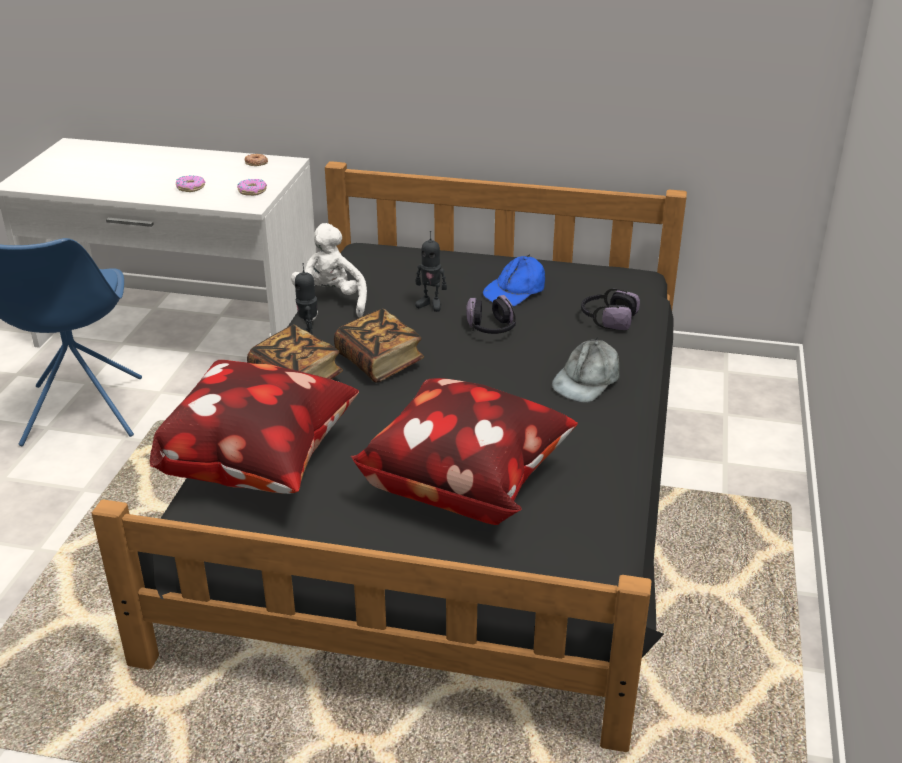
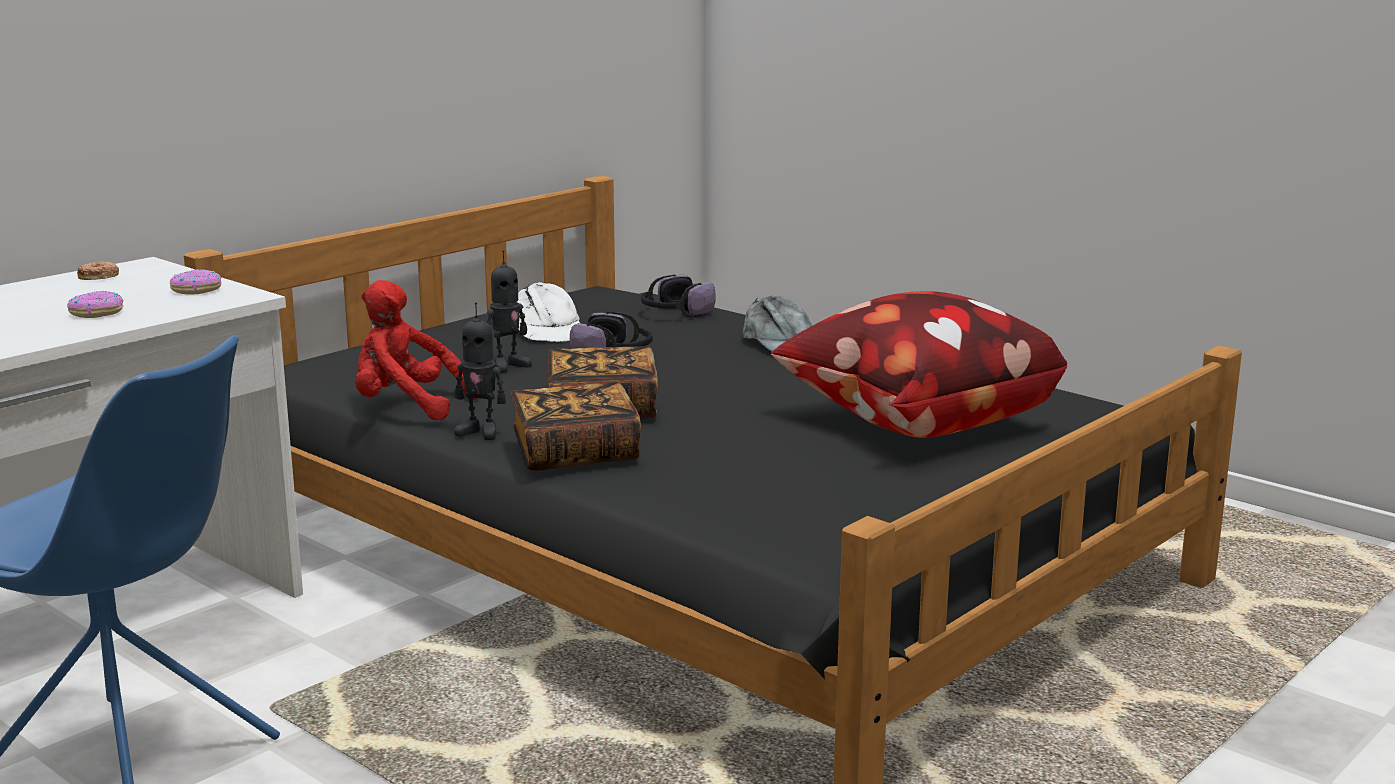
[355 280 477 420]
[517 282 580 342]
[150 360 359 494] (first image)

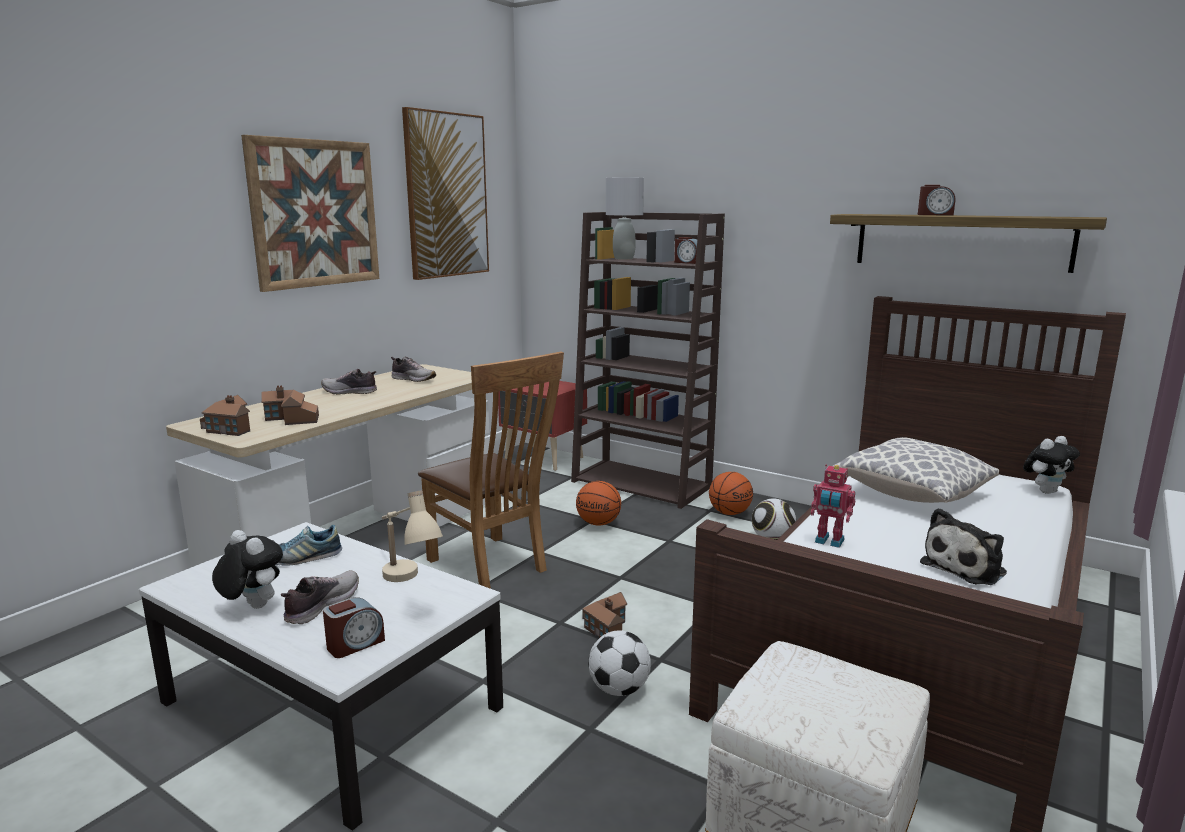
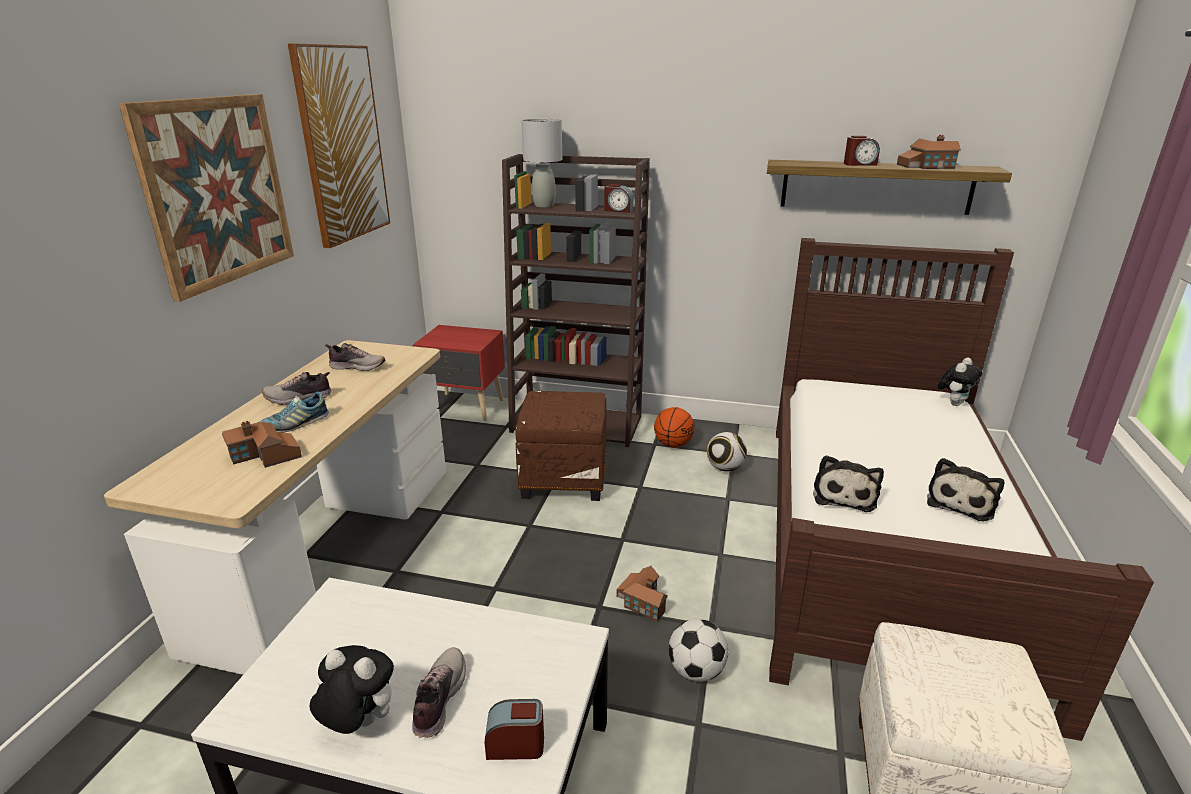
[418 352 564 589] (first image)
[897 135 961 169]
[833 437 999 503] (first image)
[813 455 884 512]
[516 391 607 501]
[381 490 443 582] (first image)
[259 392 329 433]
[484 699 544 760]

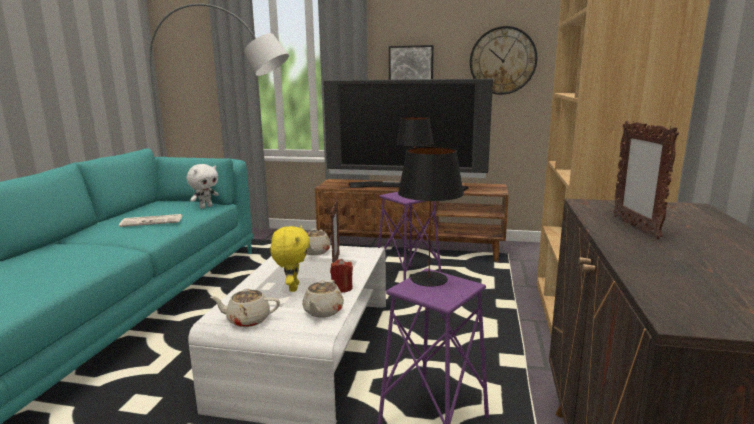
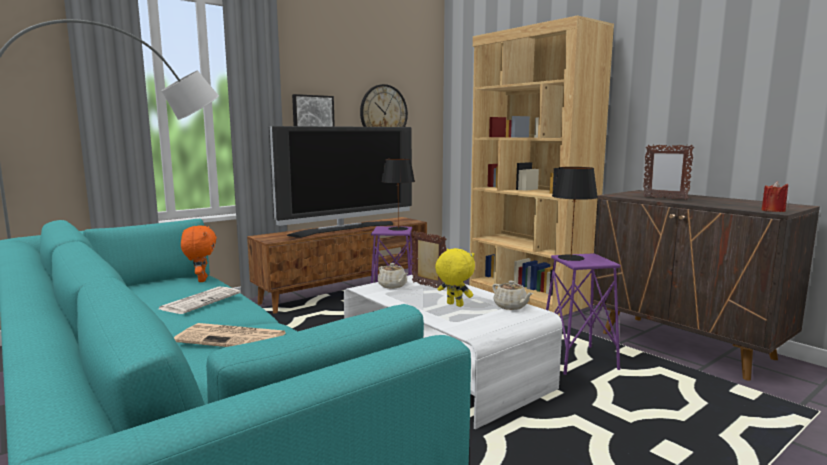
[181 226 217 282]
[762 181 788 212]
[210 289 280 327] (first image)
[174 323 286 347]

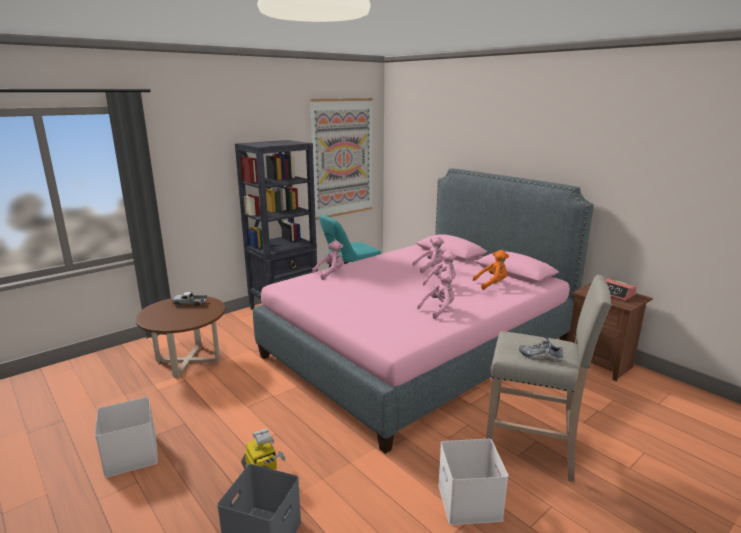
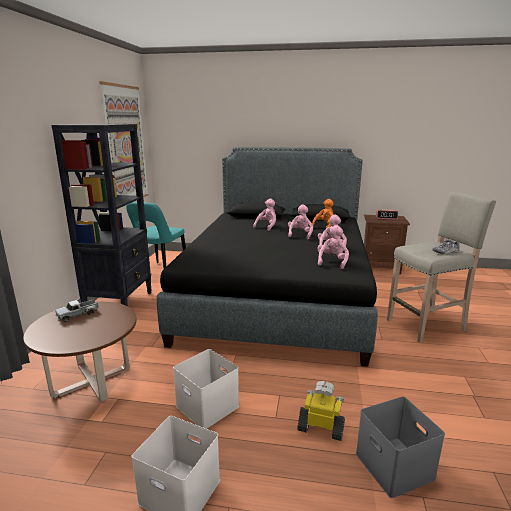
[157 147 378 367]
[317 225 349 269]
[173 349 239 429]

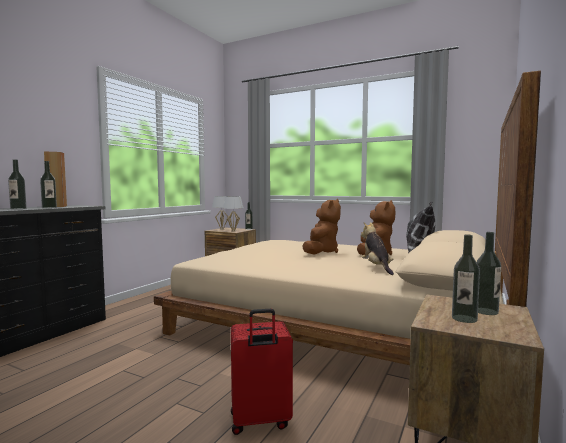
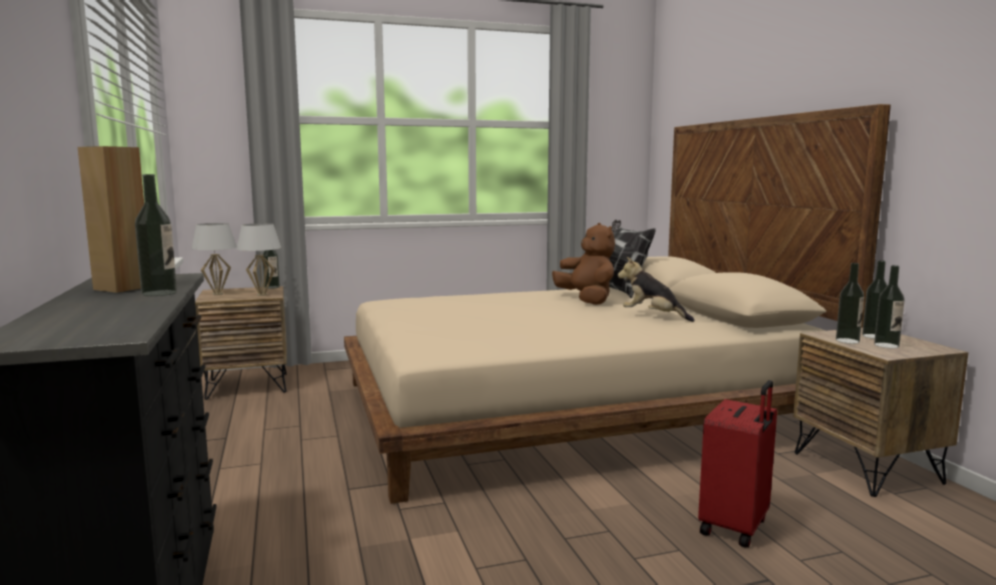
[836 263 864 344]
[302 199 341 254] (first image)

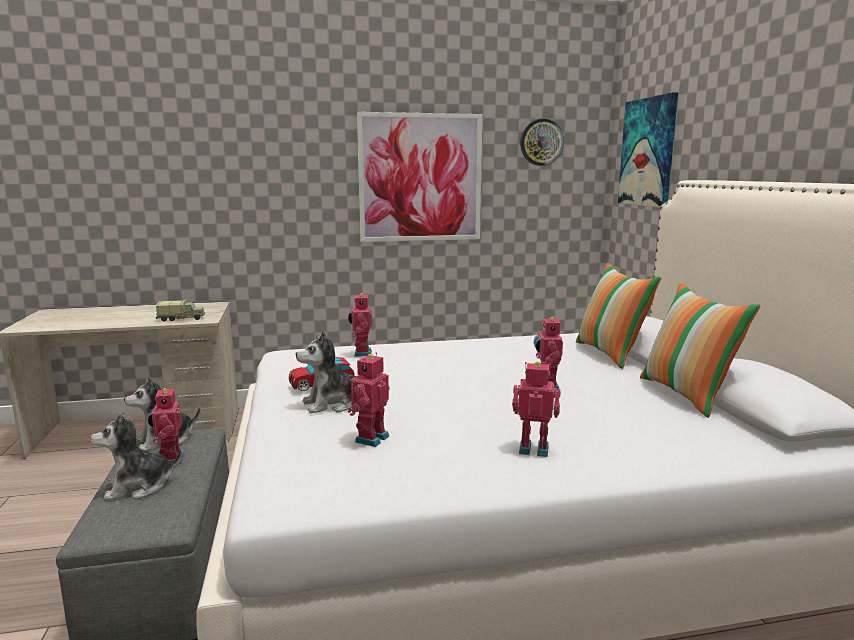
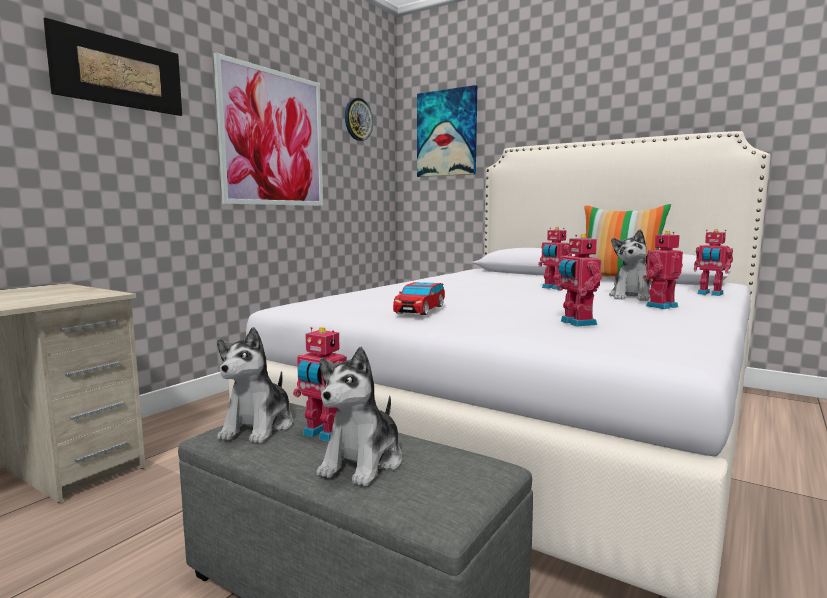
[576 263 661 369] (first image)
[694 229 733 296]
[156 300 205 322] (first image)
[609 229 651 301]
[43 18 182 116]

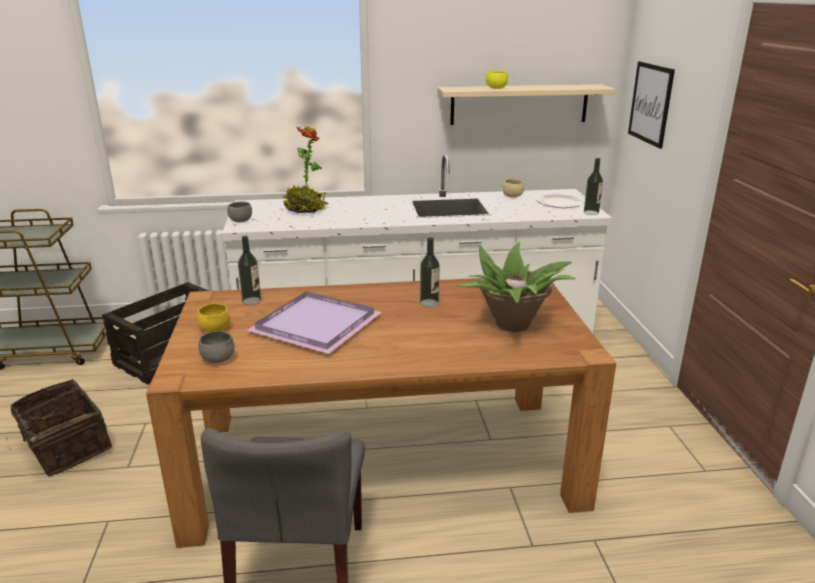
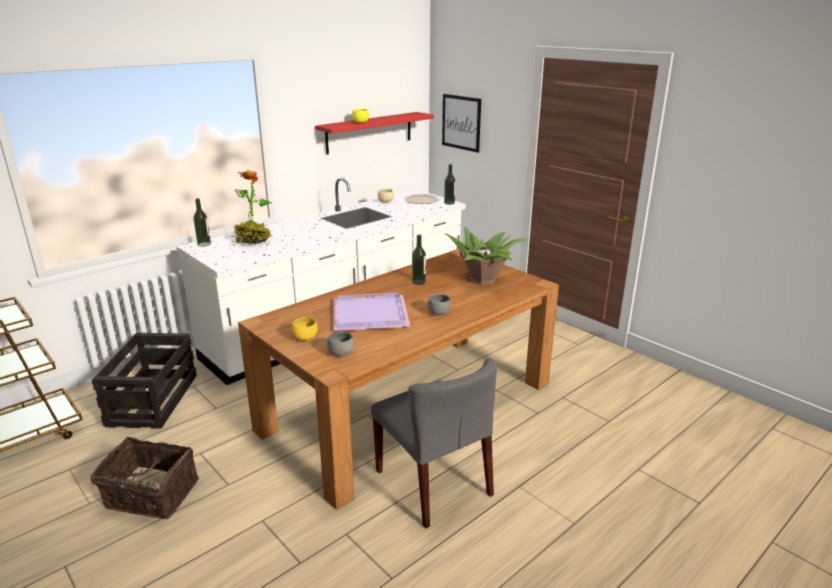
[315 112 434 154]
[427 294 451 316]
[193 198 211 247]

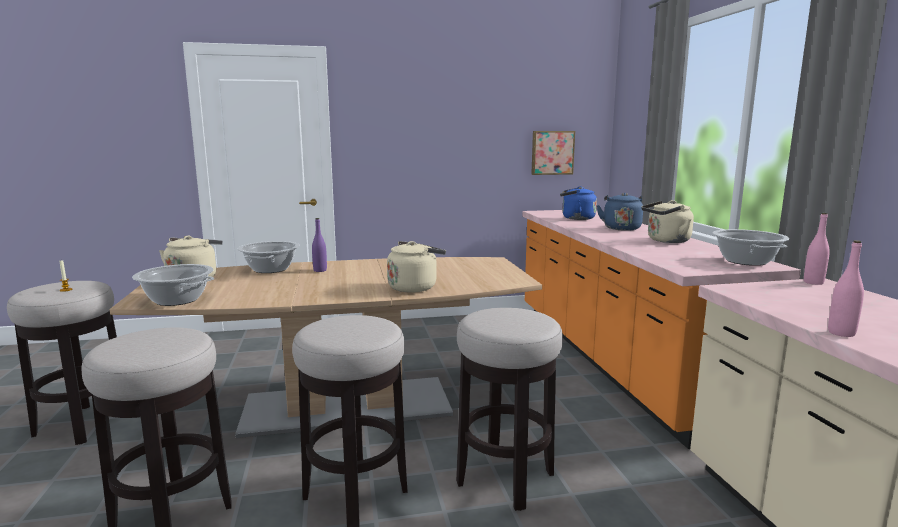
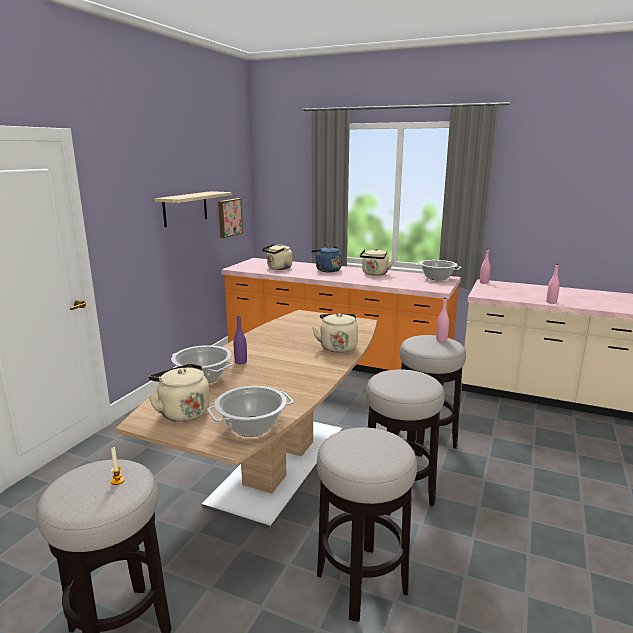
[262 244 292 270]
[155 191 232 227]
[436 298 449 342]

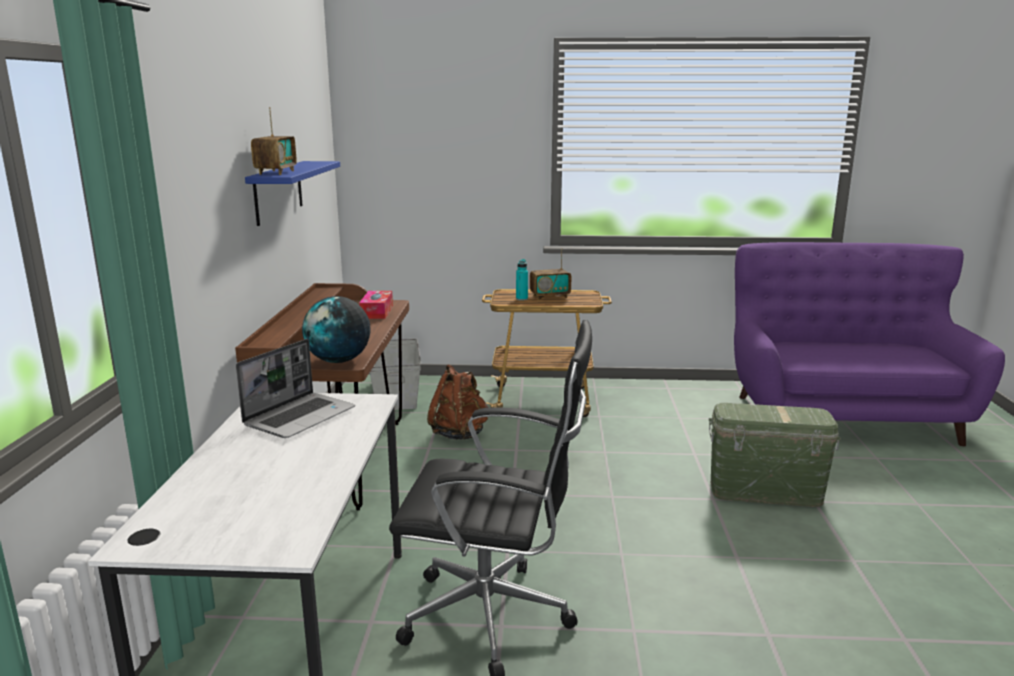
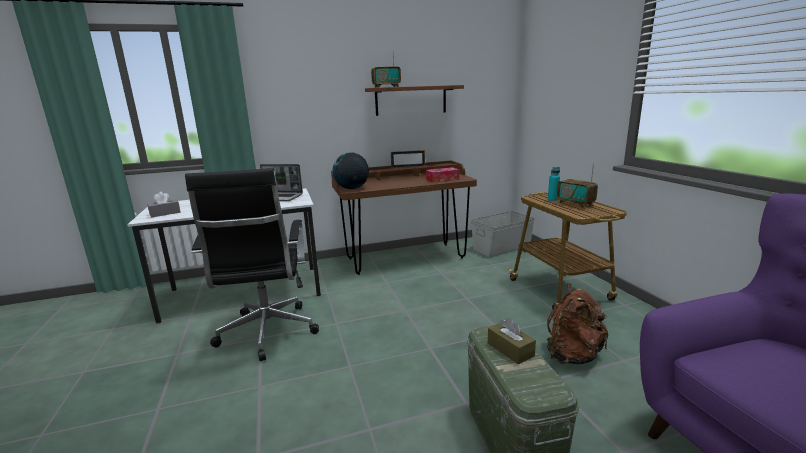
[365 85 464 116]
[547 283 608 364]
[391 150 425 168]
[147 192 180 217]
[488 318 536 365]

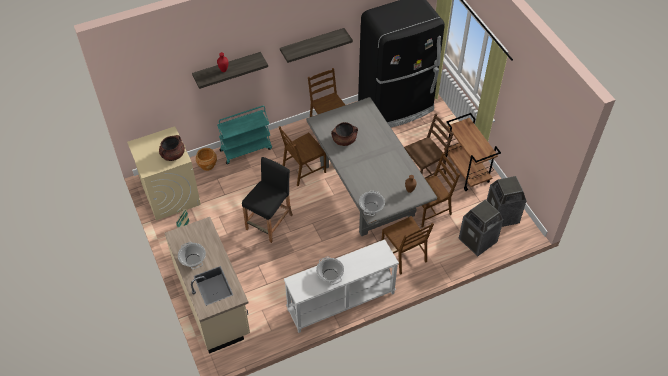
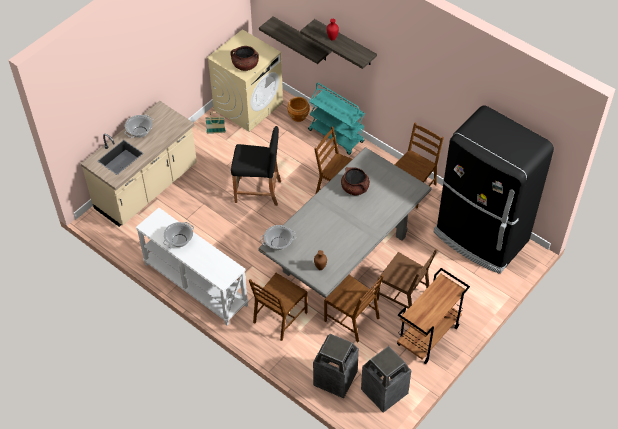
[259 16 332 64]

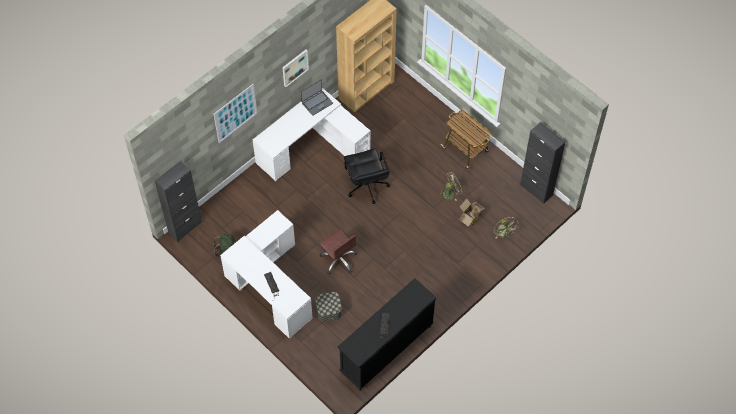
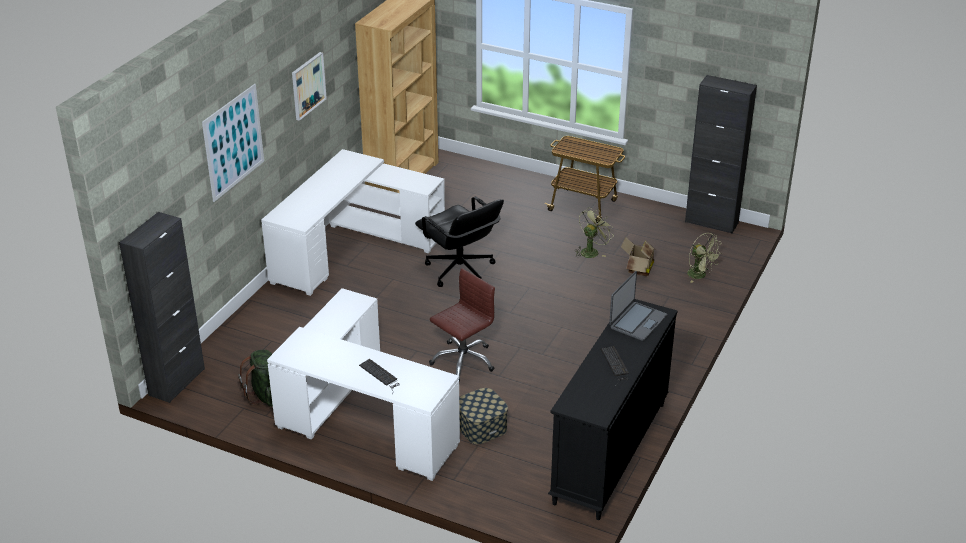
[609 271 667 341]
[429 268 495 382]

